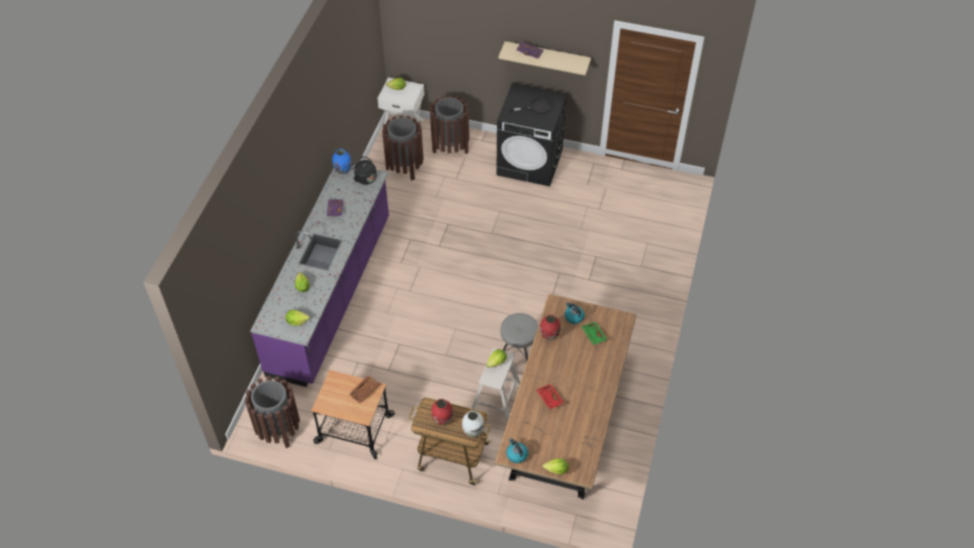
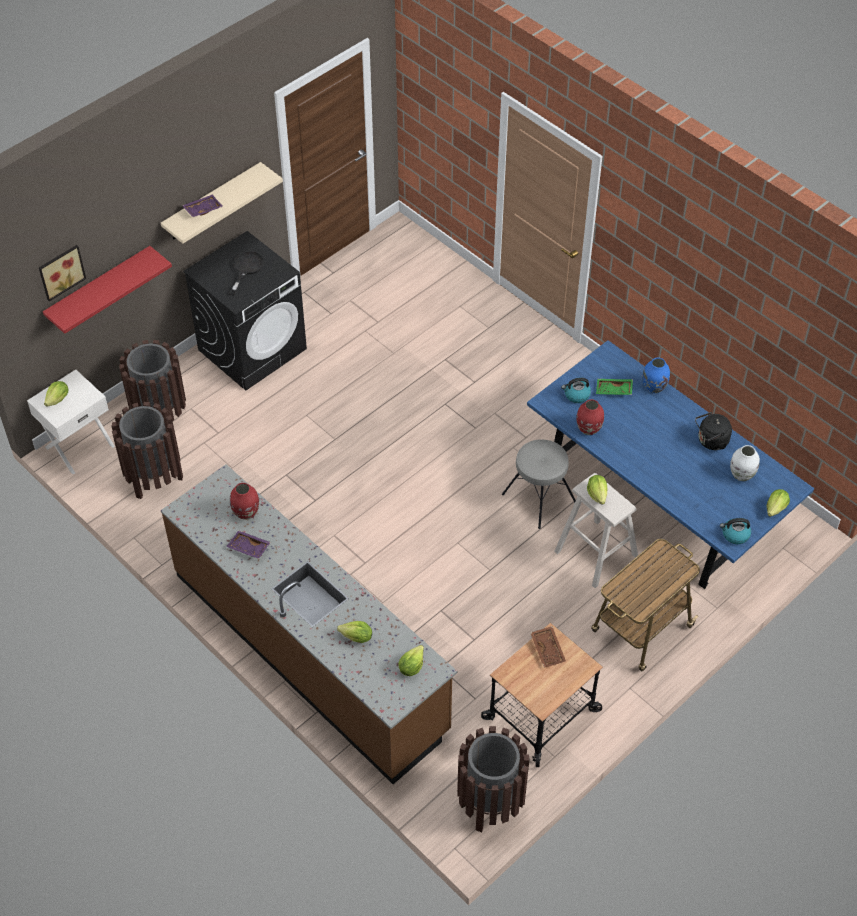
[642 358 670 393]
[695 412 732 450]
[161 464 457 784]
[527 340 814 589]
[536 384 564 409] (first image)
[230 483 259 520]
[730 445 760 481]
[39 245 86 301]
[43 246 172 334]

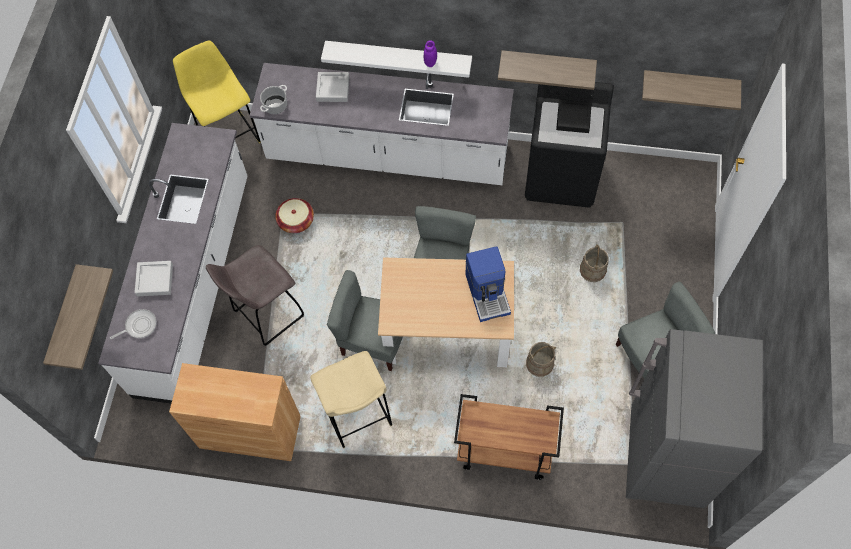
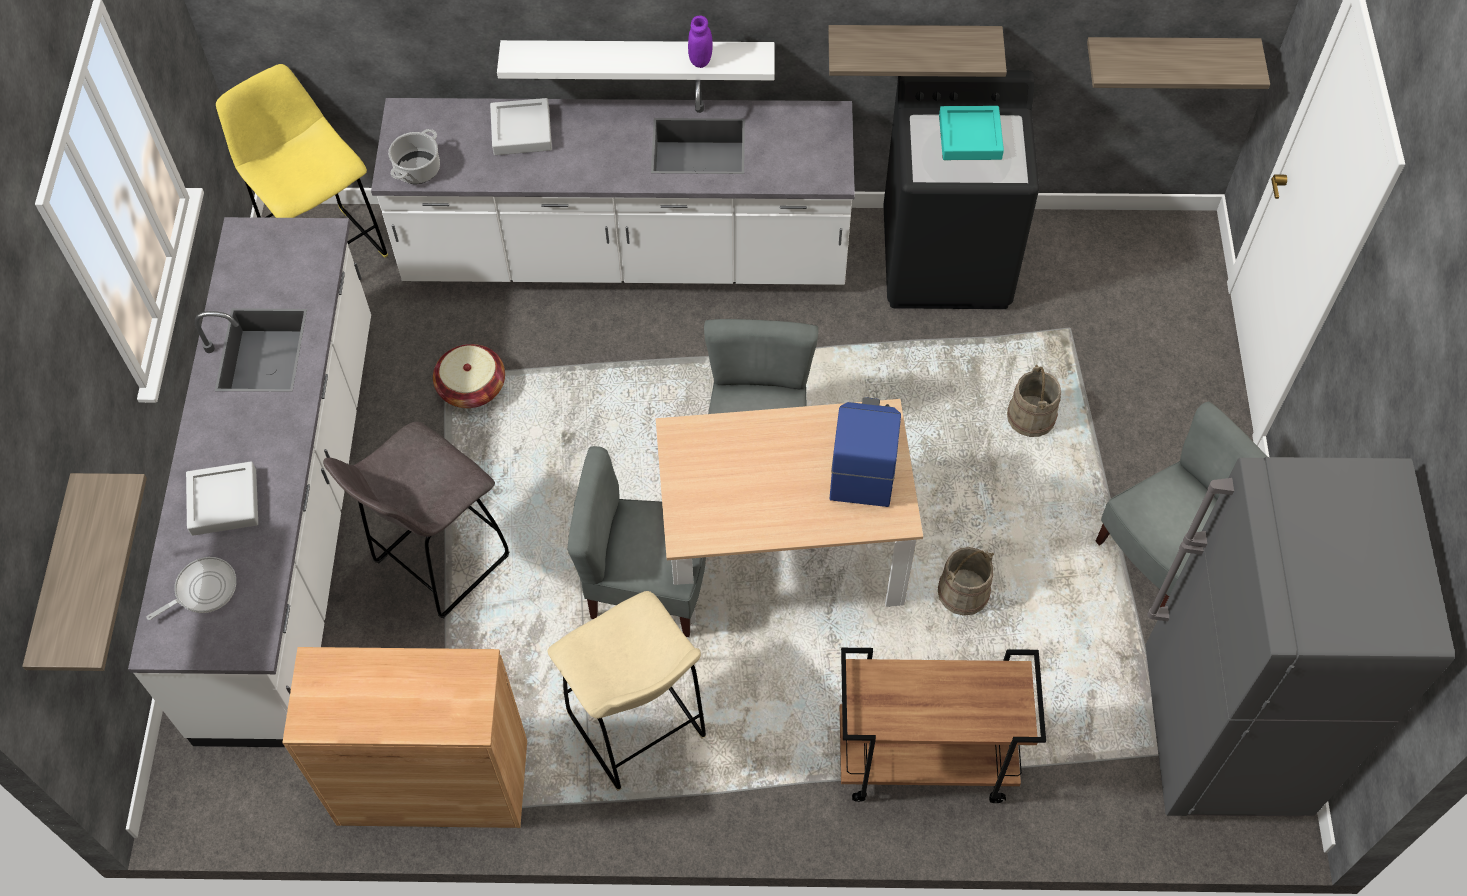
[939 106 1004 160]
[829 397 901 507]

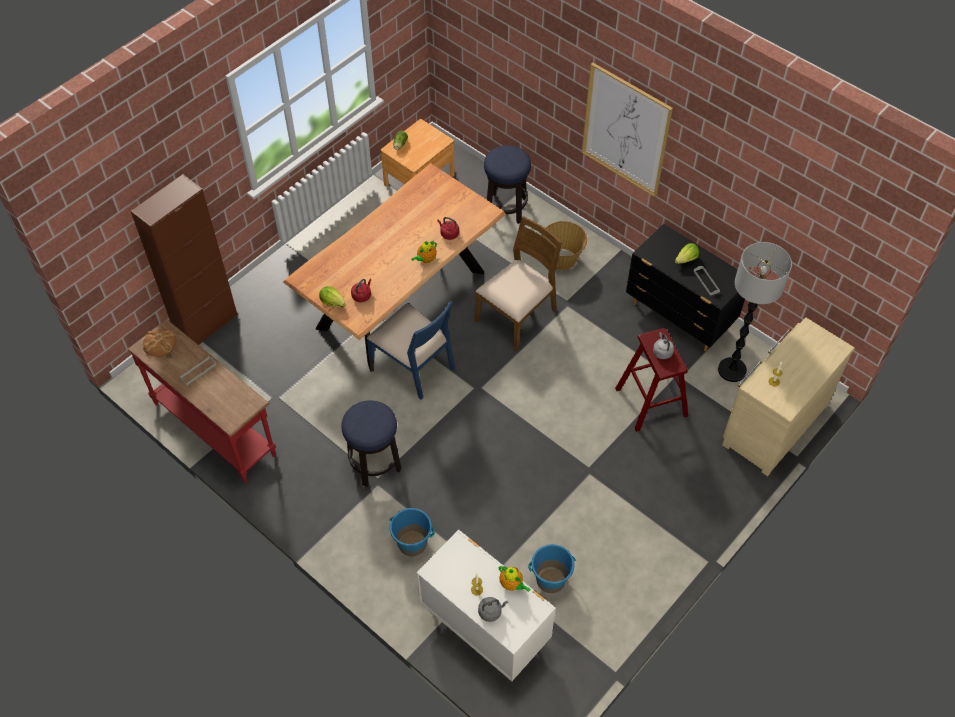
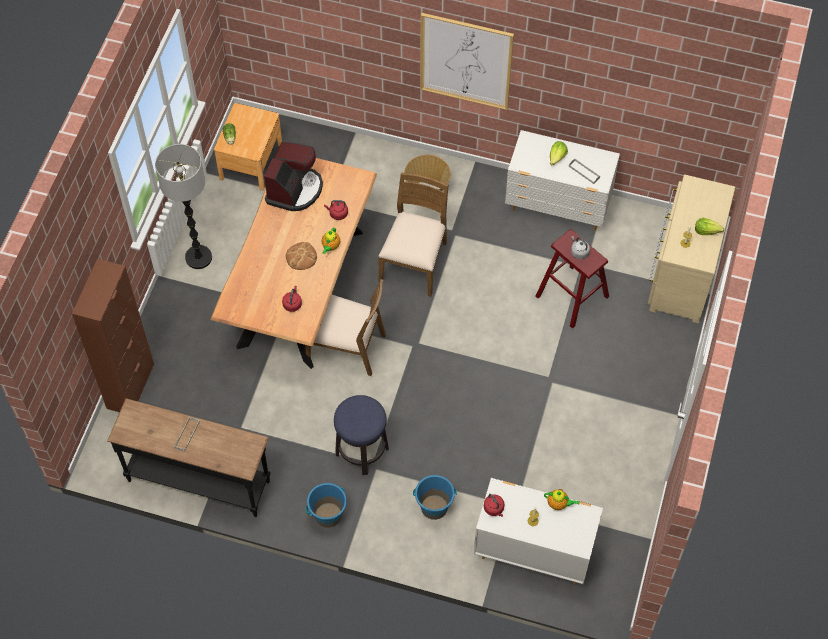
[484 146 531 224] (first image)
[505 130 620 231]
[155 144 212 269]
[695 218 724 235]
[305 279 386 376]
[107 398 270 517]
[286 242 317 270]
[306 483 347 528]
[478 597 508 622] (first image)
[264 142 323 211]
[484 494 504 517]

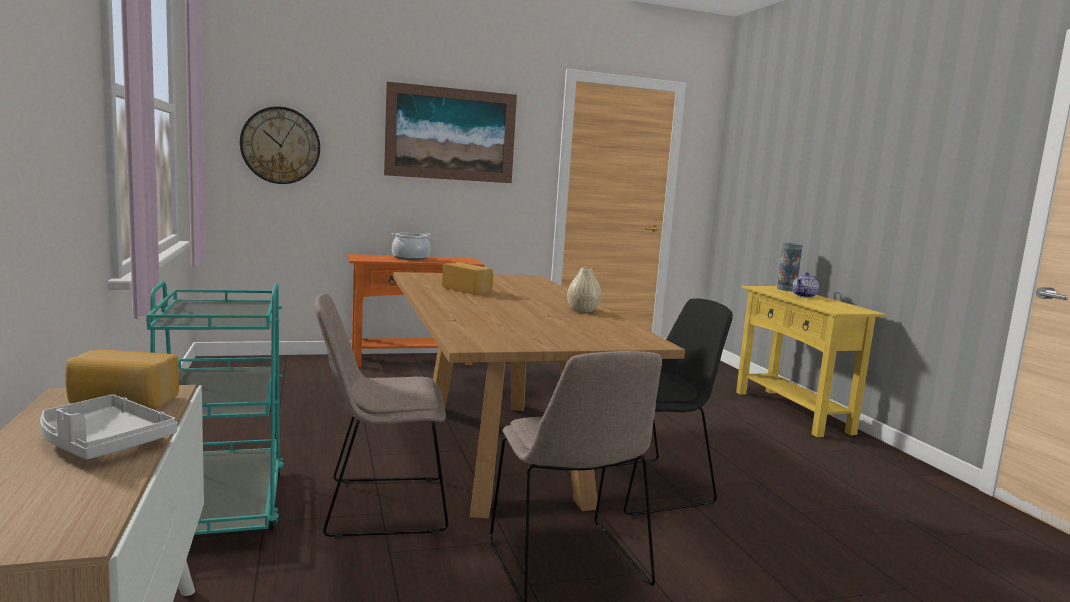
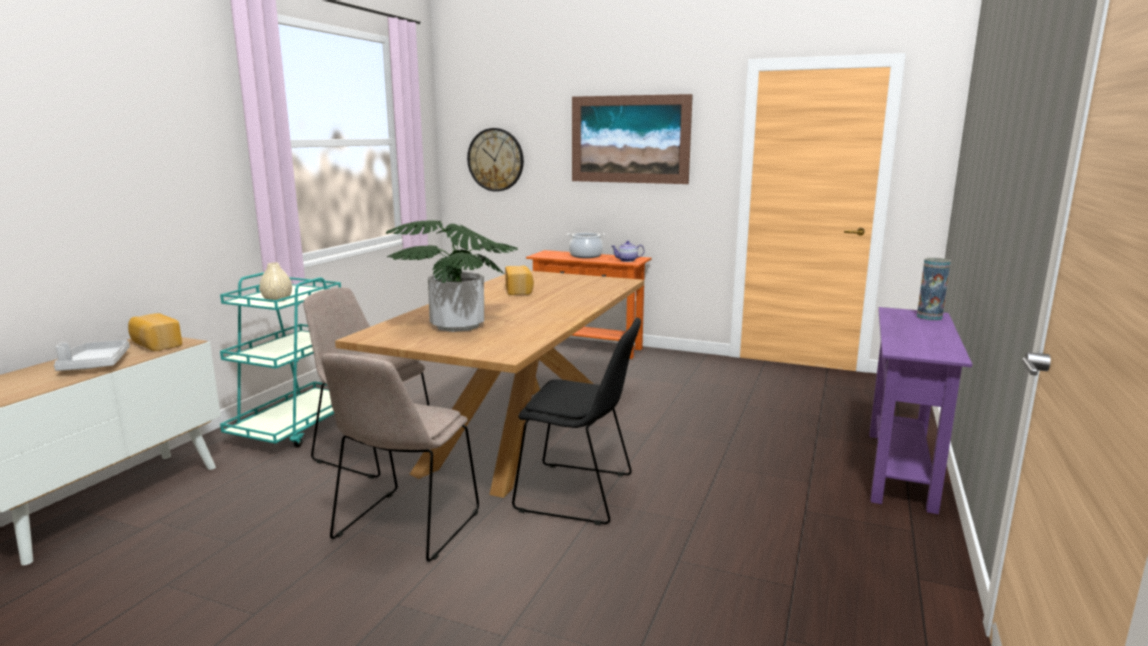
[260 263 292 302]
[611 241 645 262]
[869 307 972 514]
[386 220 518 332]

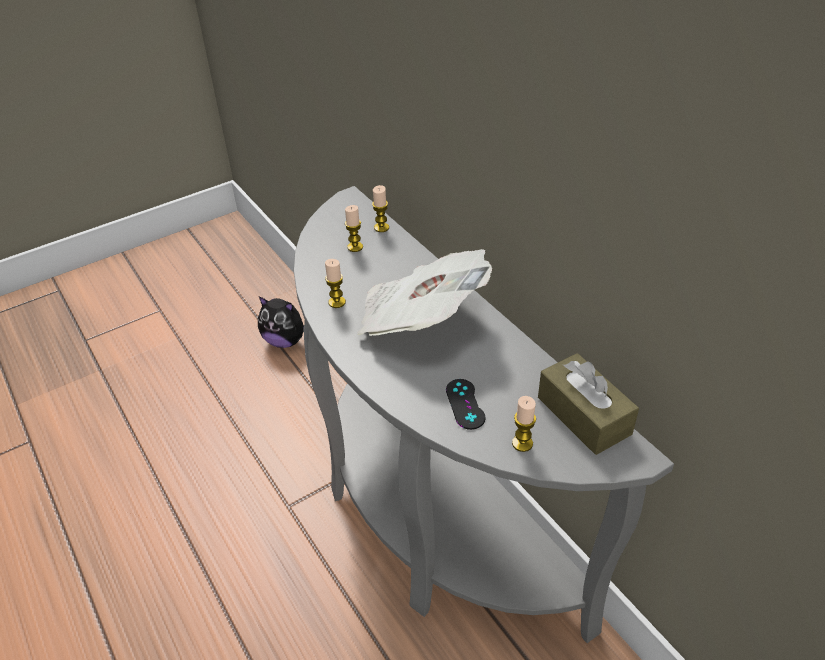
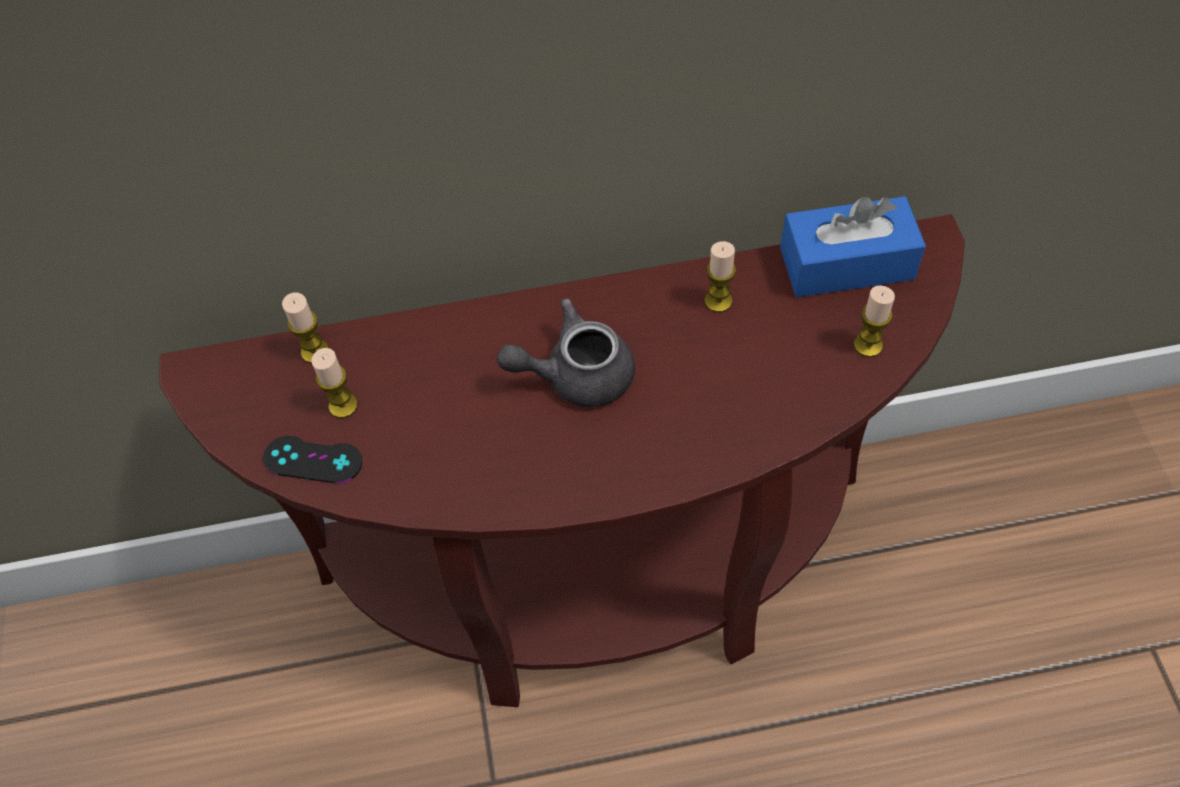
[159 214 965 707]
[497 298 635 407]
[705 241 736 313]
[258 296 304 348] (first image)
[780 196 926 297]
[263 436 362 483]

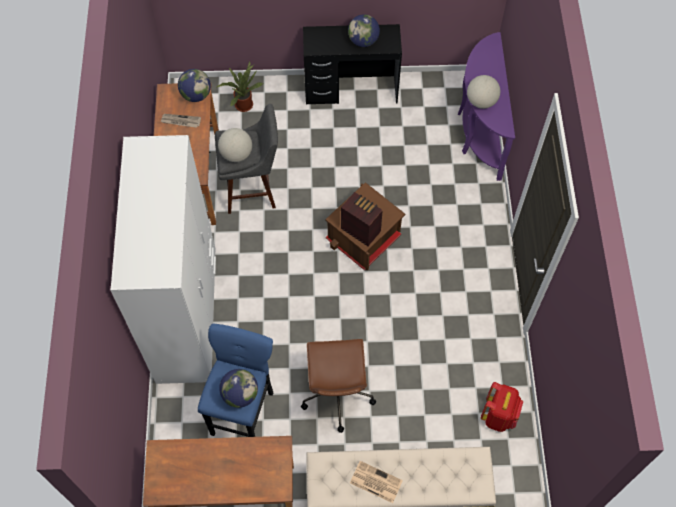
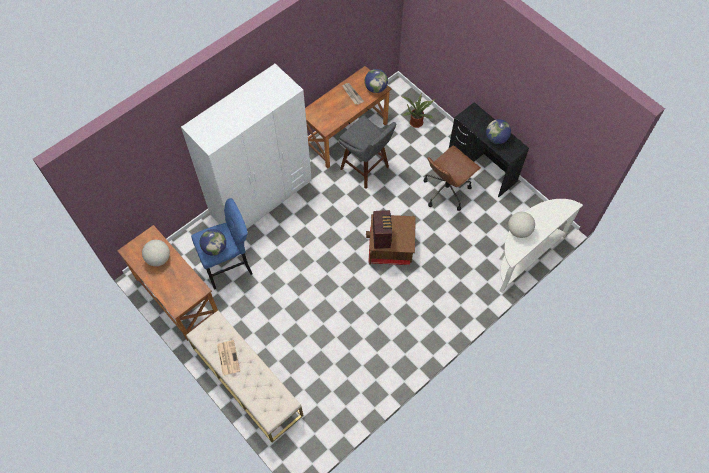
[499 199 583 293]
[142 240 170 266]
[424 145 481 211]
[481 382 523 432] (first image)

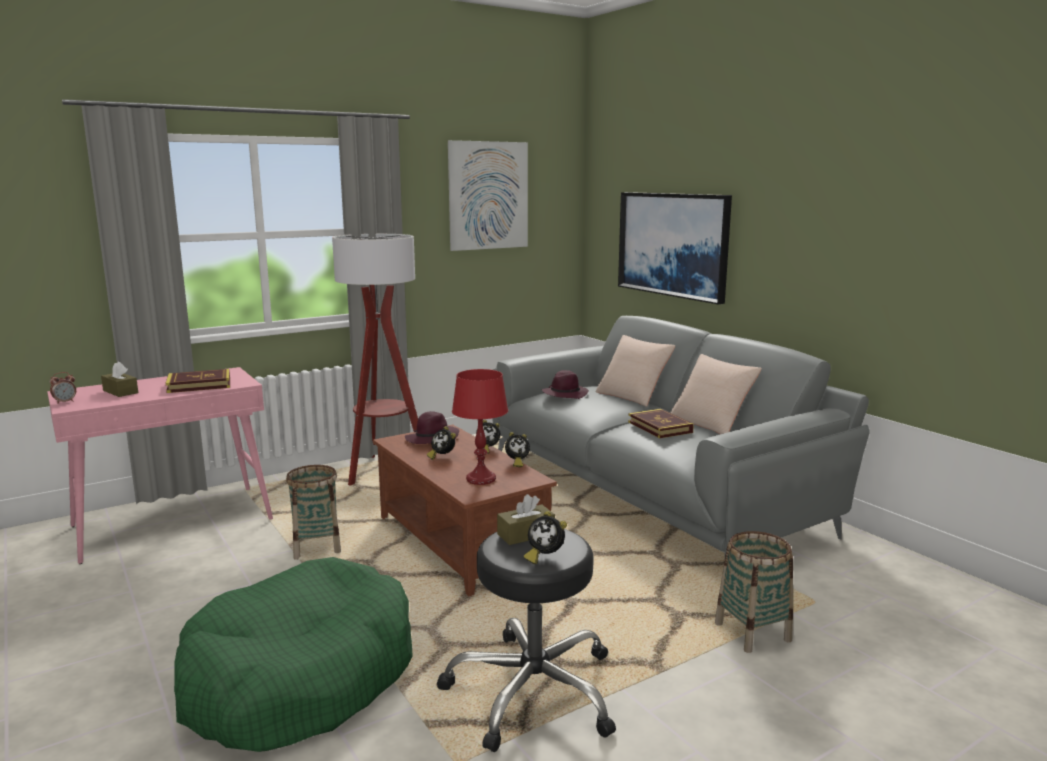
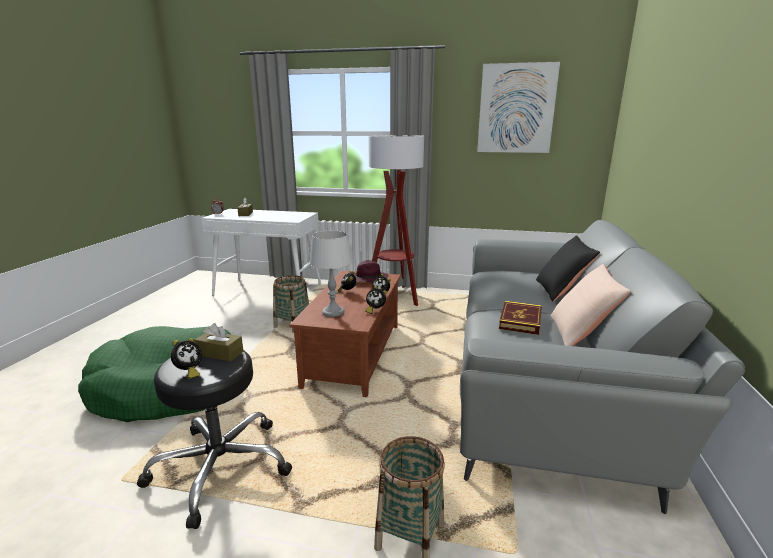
[618 192 732 304] (first image)
[536 235 600 302]
[201 209 321 296]
[165 369 230 393] (first image)
[310 231 352 317]
[542 370 589 399] (first image)
[171 338 202 379]

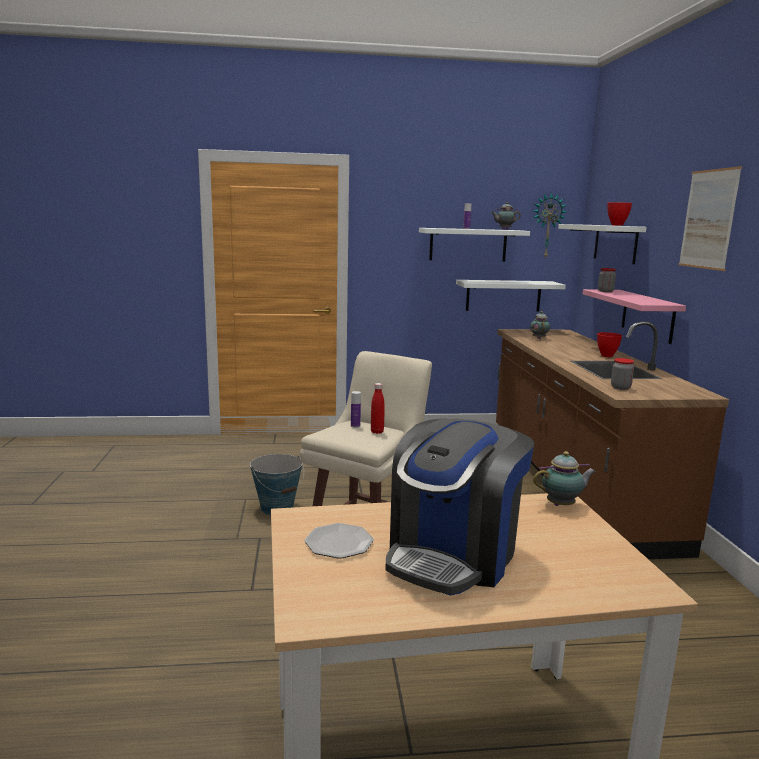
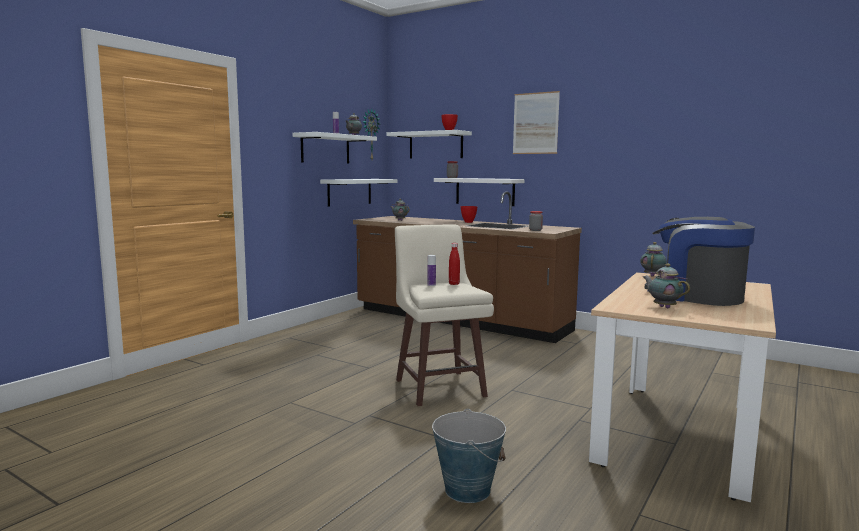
[434 178 525 206]
[644 217 755 306]
[432 408 506 503]
[643 263 690 308]

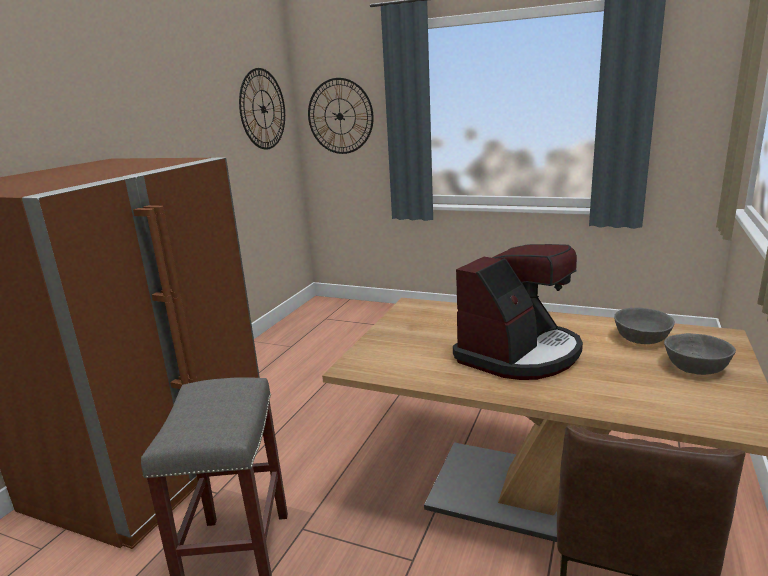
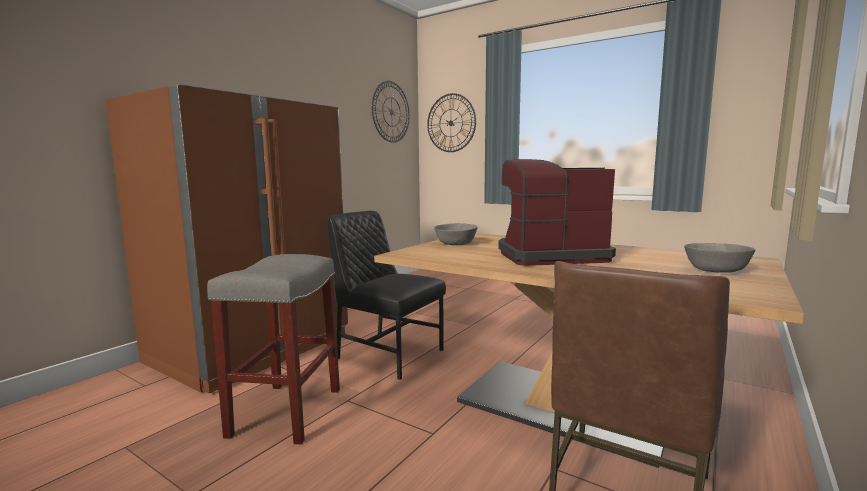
[498 159 616 266]
[434 223 478 245]
[327 211 446 380]

